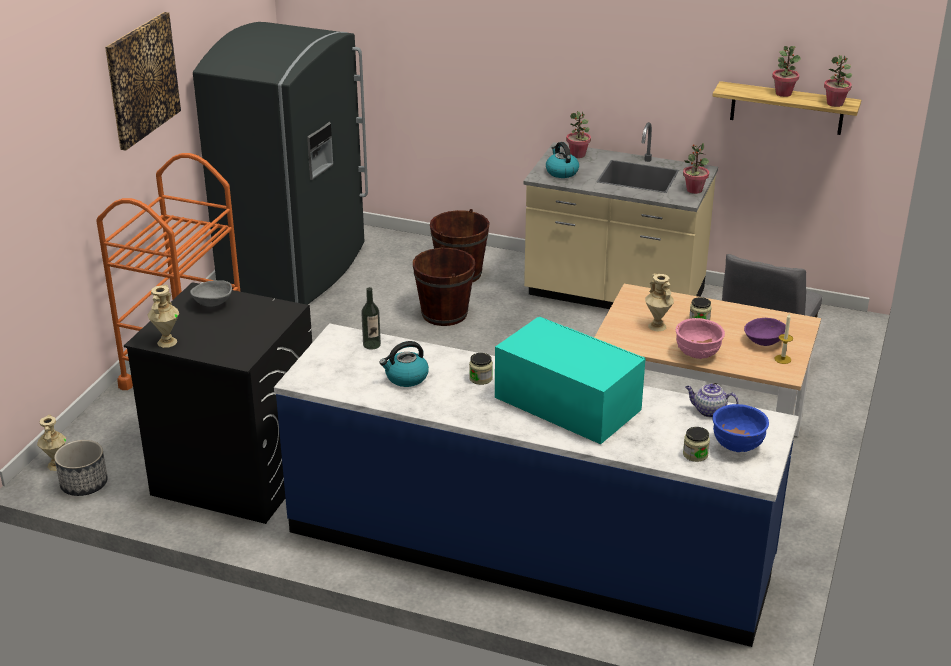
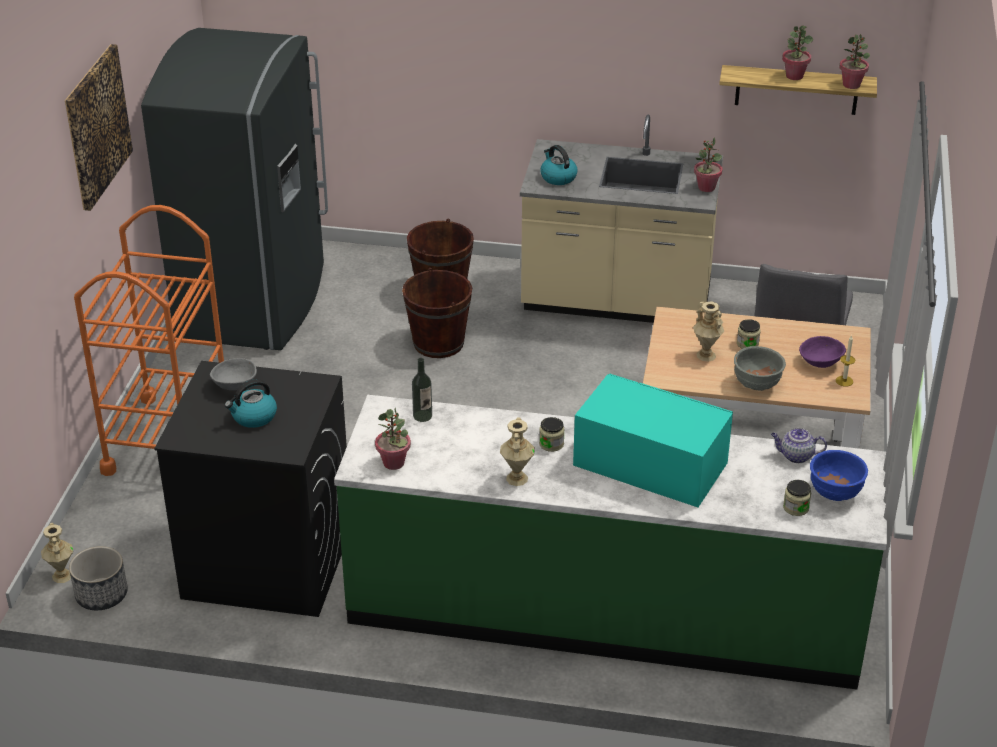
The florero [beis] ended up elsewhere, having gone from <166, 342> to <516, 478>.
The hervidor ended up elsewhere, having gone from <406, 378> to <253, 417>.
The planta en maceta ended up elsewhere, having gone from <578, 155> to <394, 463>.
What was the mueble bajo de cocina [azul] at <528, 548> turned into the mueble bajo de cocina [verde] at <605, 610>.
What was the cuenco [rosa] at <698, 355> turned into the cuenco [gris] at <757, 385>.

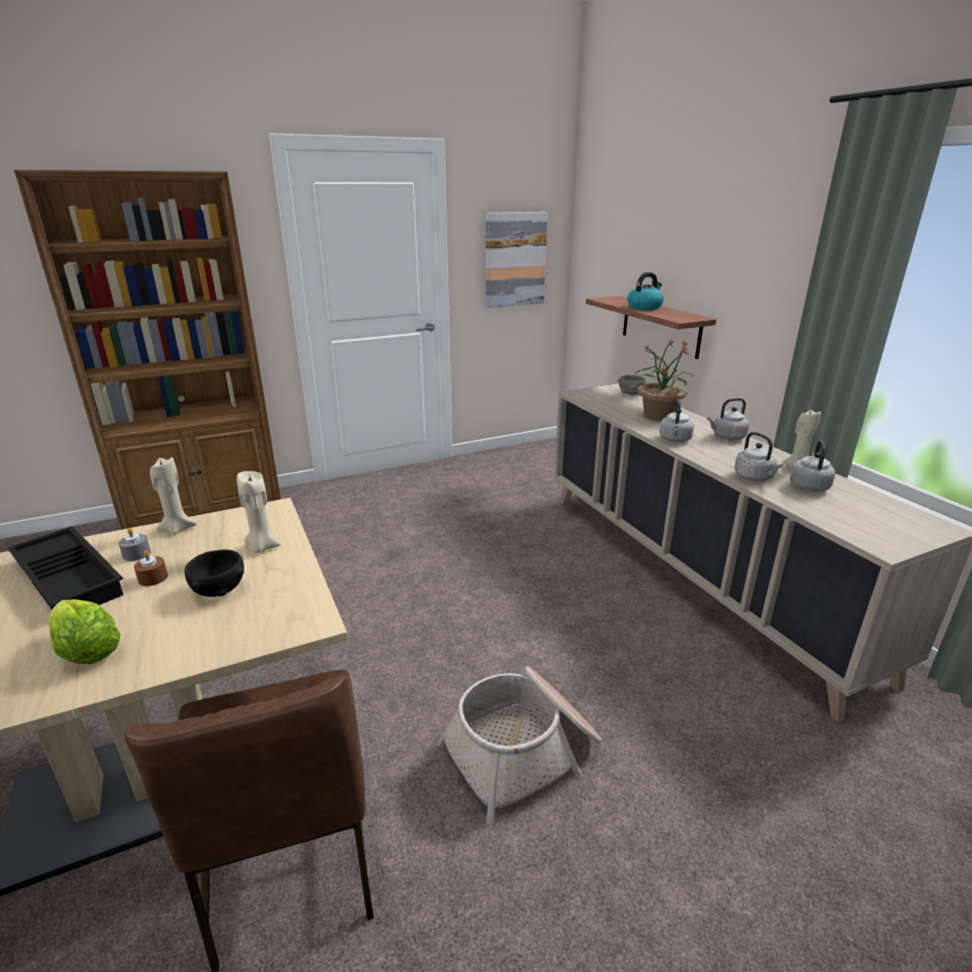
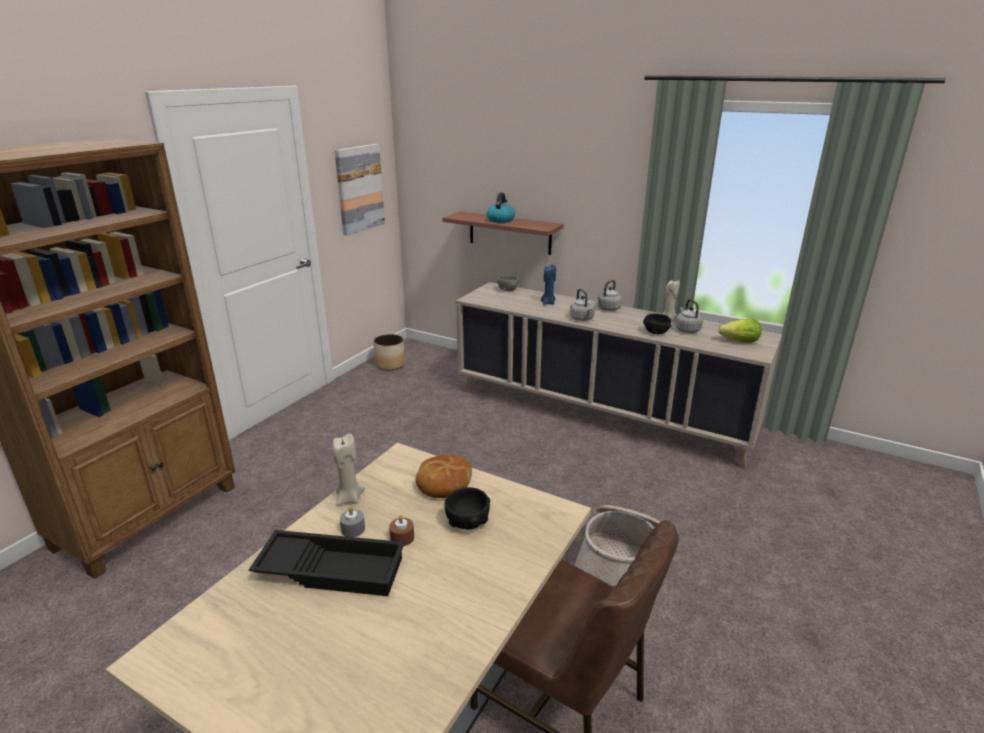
The second view gained the maceta at <390, 364>.
The lechuga ended up elsewhere, having gone from <87, 651> to <740, 342>.
Where the vela [beis] stood at <262, 547>, the pan came to stand at <444, 483>.
Where the planta en maceta stood at <658, 415>, the vela [azul] came to stand at <548, 303>.
Where the hervidor [gris] stood at <755, 478>, the cuenco [negro] came to stand at <656, 332>.

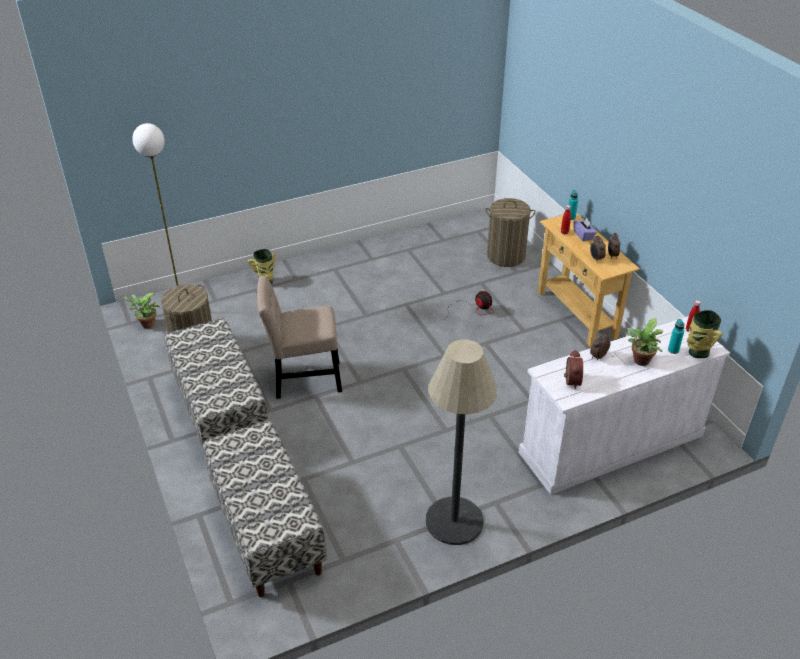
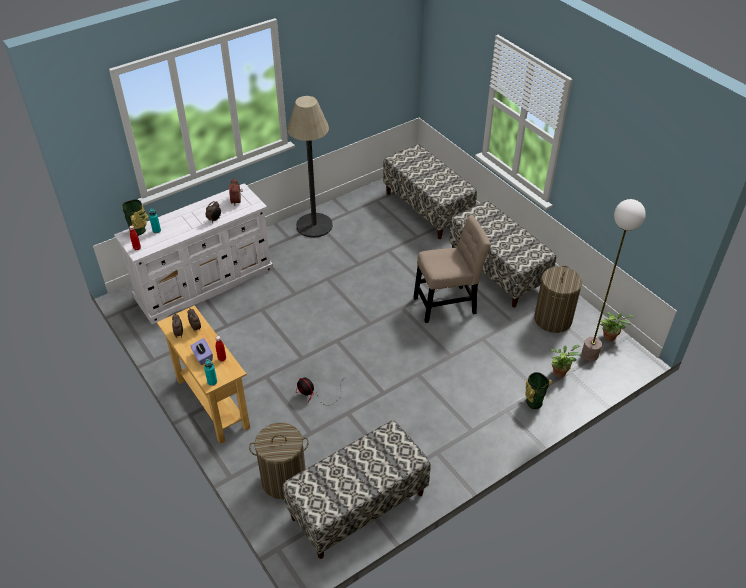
The second view gained the banco at <358, 506>.
The planta en maceta ended up elsewhere, having gone from <640, 361> to <560, 371>.

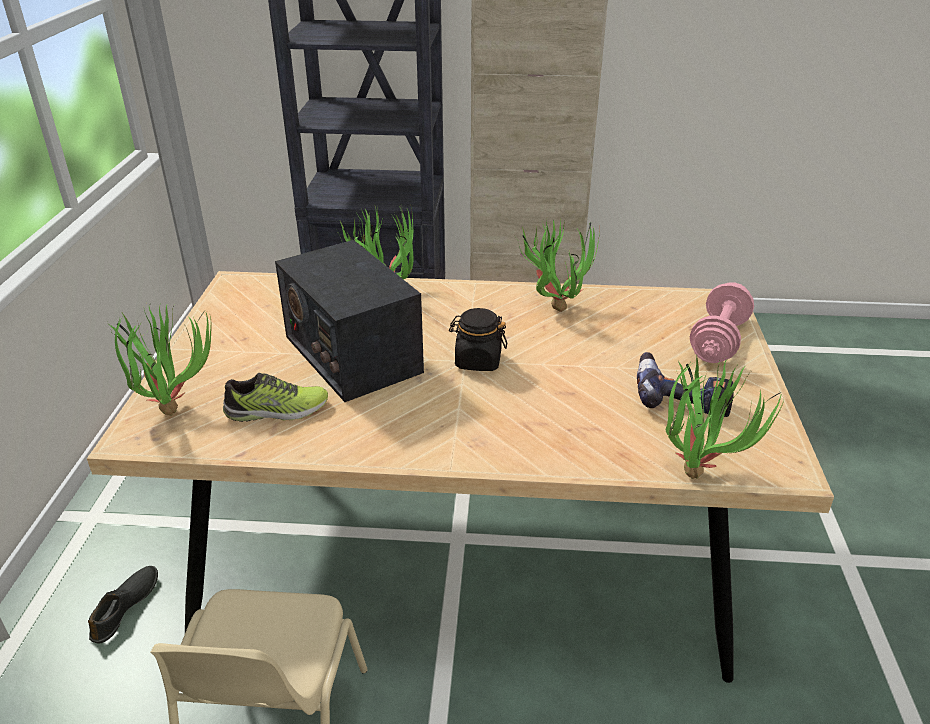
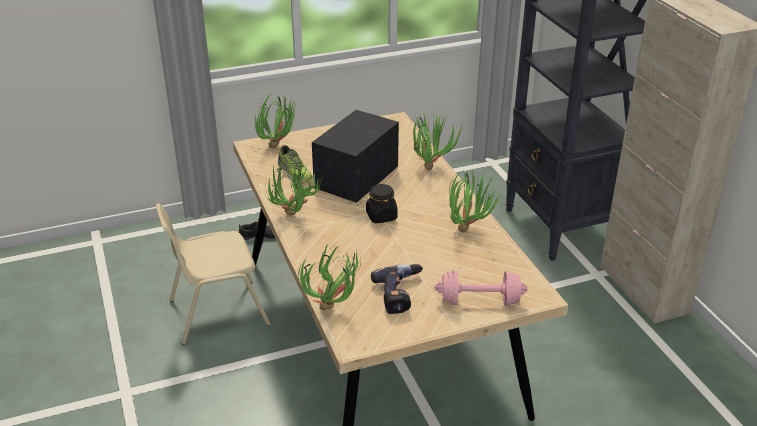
The second view gained the planta en maceta at <294, 218>.

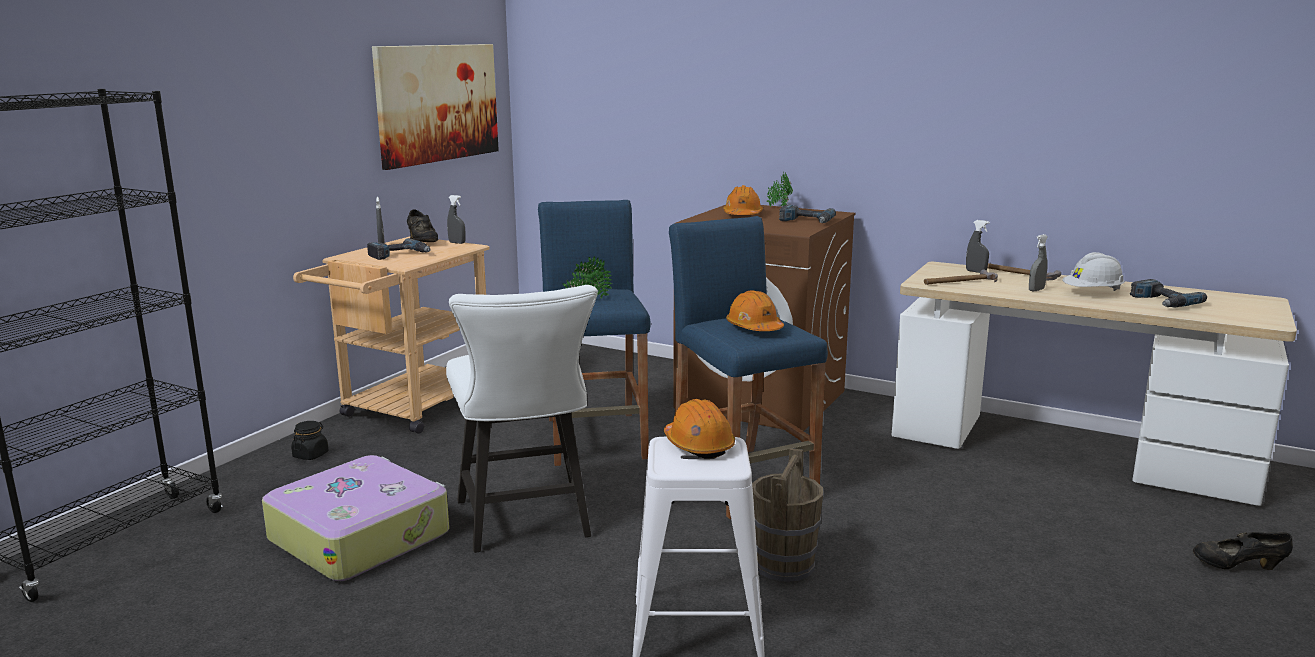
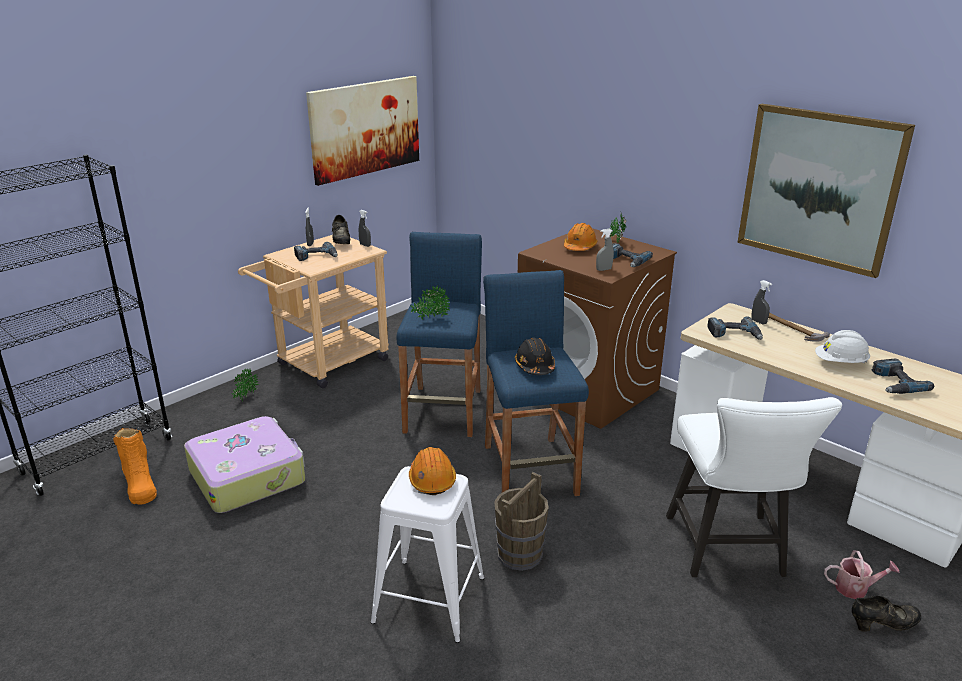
The second view gained the bota [naranja] at <140, 485>.
The second view gained the cuadro at <819, 188>.
The second view gained the regadera at <855, 588>.
The silla [blanco] ended up elsewhere, having gone from <526, 523> to <728, 551>.
The pulverizador [gris] ended up elsewhere, having gone from <1036, 290> to <603, 269>.
Where the tarro [negro] stood at <310, 455>, the planta en maceta came to stand at <245, 397>.
Where the martillo stood at <960, 282>, the taladro came to stand at <734, 334>.
What was the casco [naranja] at <754, 328> turned into the casco [negro] at <535, 366>.
The zapato [negro] at <1238, 567> ended up facing another way, 150 degrees clockwise from before.

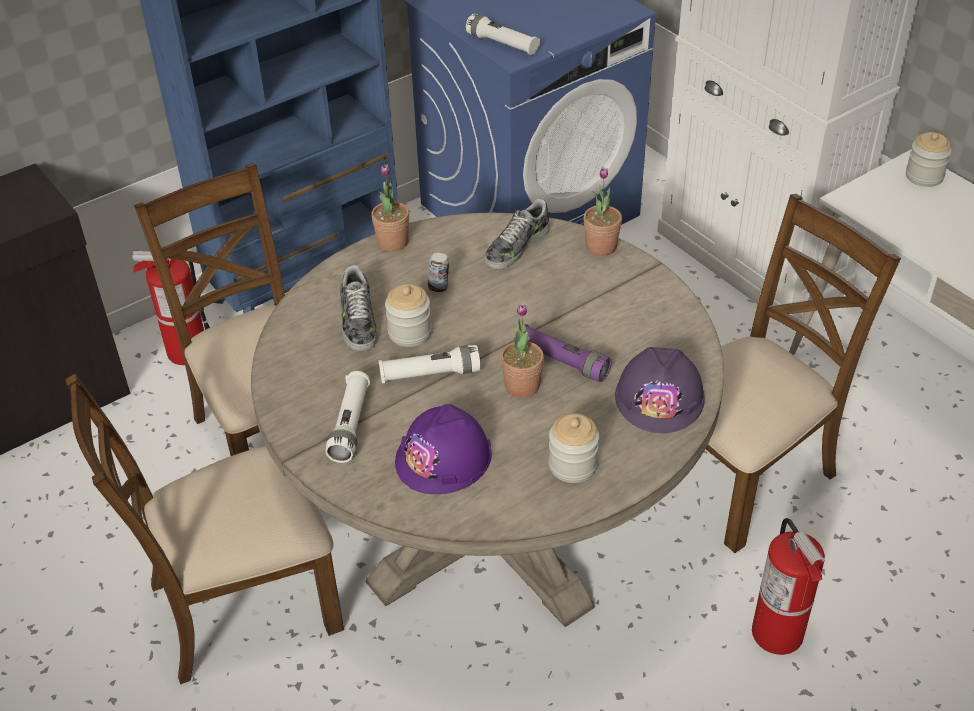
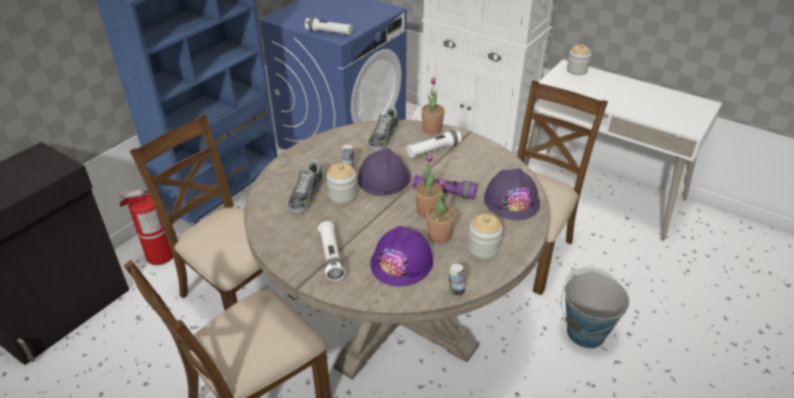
The second view gained the casco [morado] at <384, 178>.
The second view gained the lata at <456, 291>.
The planta en maceta ended up elsewhere, having gone from <392, 242> to <439, 235>.
The linterna [blanco] ended up elsewhere, having gone from <430, 374> to <433, 150>.
Where the extintor stood at <778, 634>, the cubo came to stand at <586, 333>.
The zapato at <358, 321> ended up facing another way, 45 degrees clockwise from before.

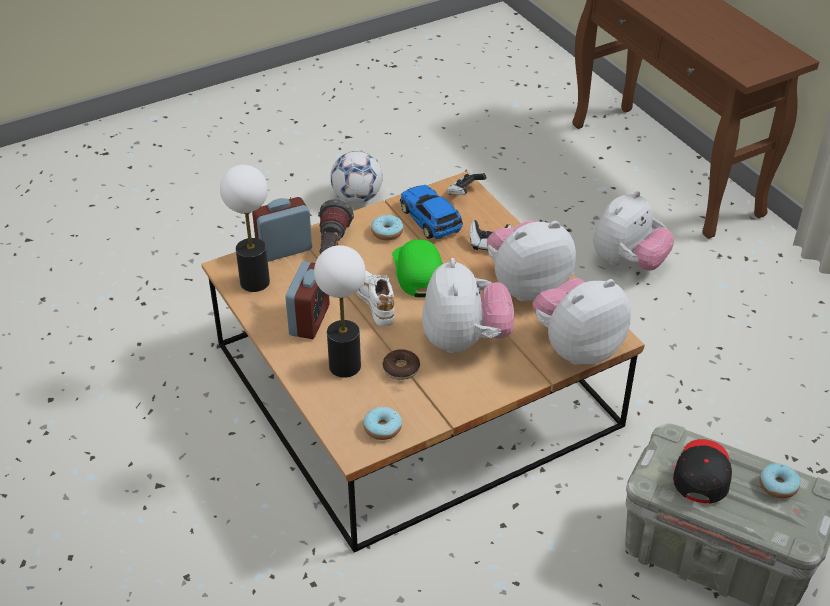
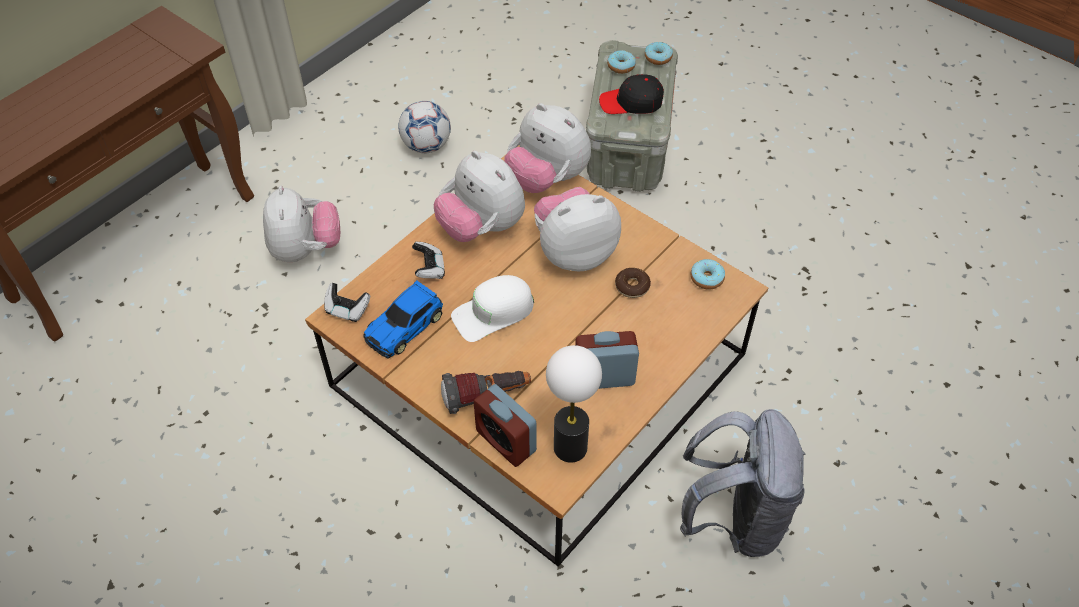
The second view lost the lámpara de mesa at <344, 366>.
The second view lost the zapato [blanco] at <375, 303>.
The second view gained the mochila [gris] at <734, 518>.
The balón de fútbol ended up elsewhere, having gone from <357, 198> to <426, 146>.
The rosquilla ended up elsewhere, having gone from <387, 232> to <658, 58>.
What was the gorra [verde] at <418, 271> turned into the gorra [blanco] at <493, 313>.
The peluche at <628, 262> ended up facing another way, 60 degrees clockwise from before.

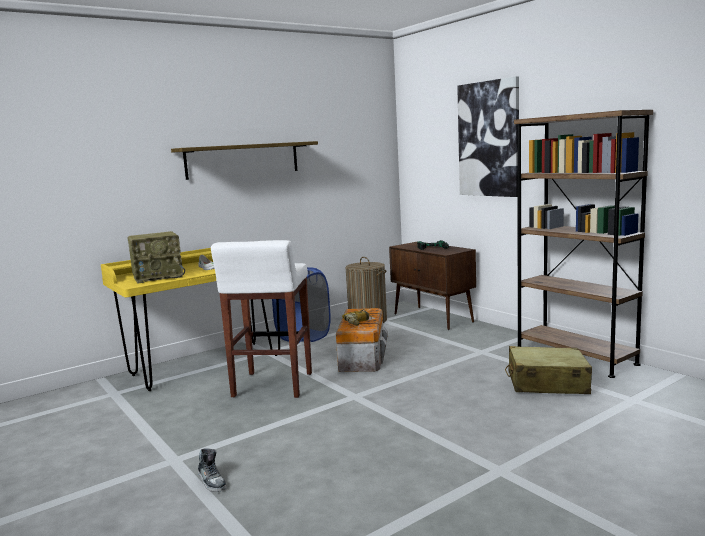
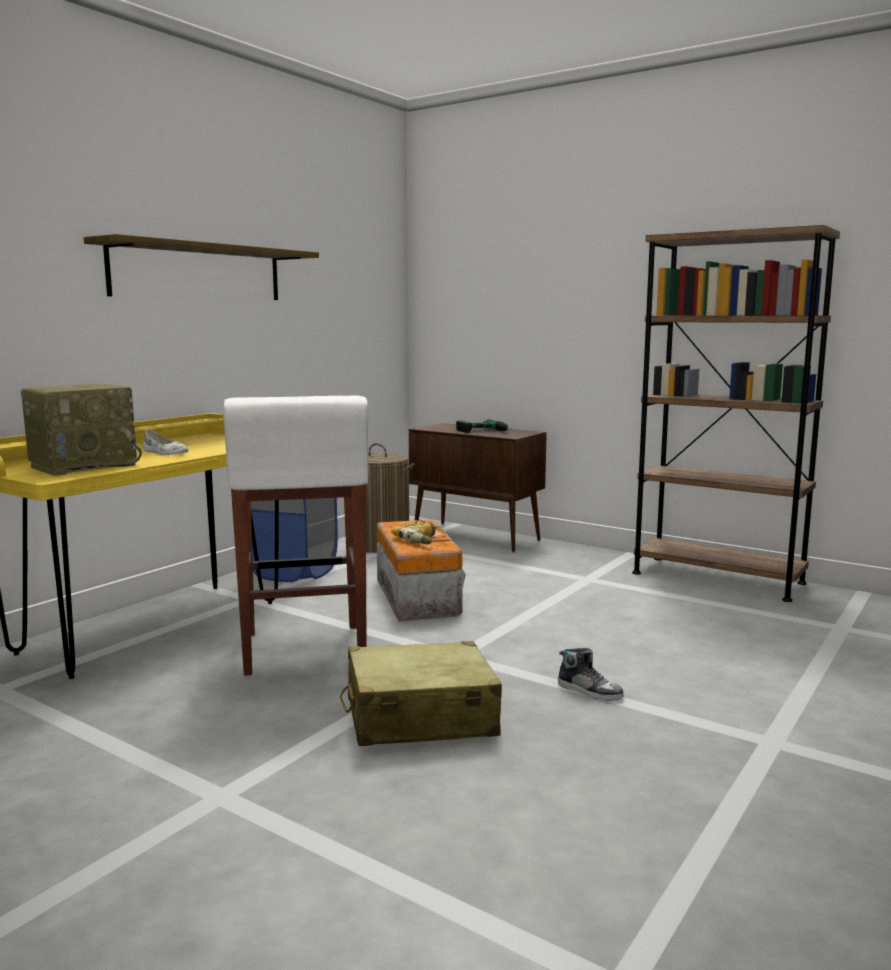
The second view lost the cuadro at <489, 139>.
The zapato ended up elsewhere, having gone from <212, 481> to <589, 691>.
The maleta [beis] ended up elsewhere, having gone from <547, 383> to <419, 717>.

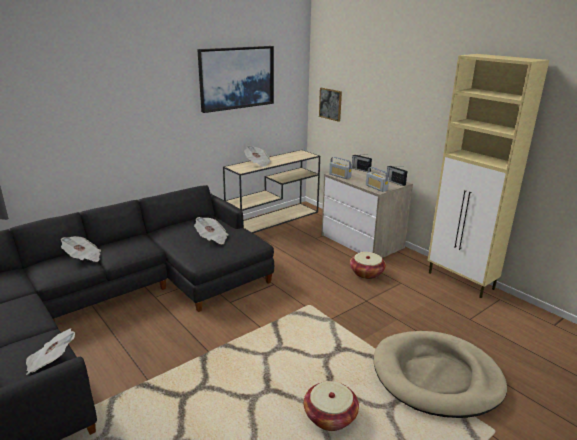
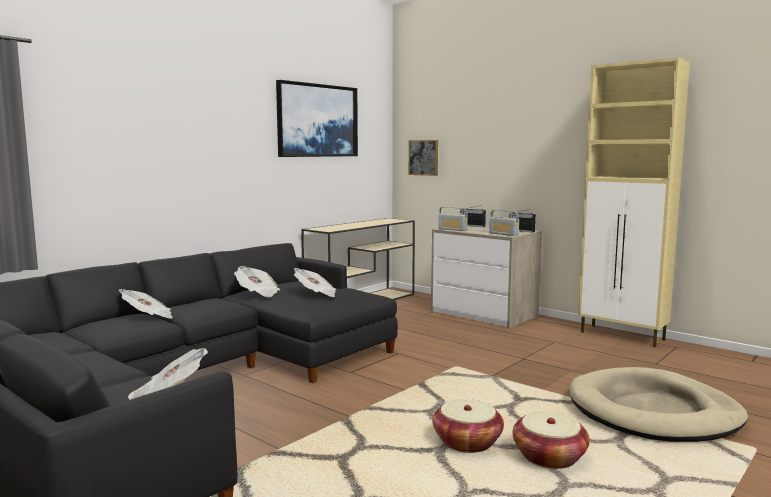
The periódico ended up elsewhere, having gone from <257, 163> to <257, 293>.
The cesta ended up elsewhere, having gone from <366, 273> to <467, 442>.

